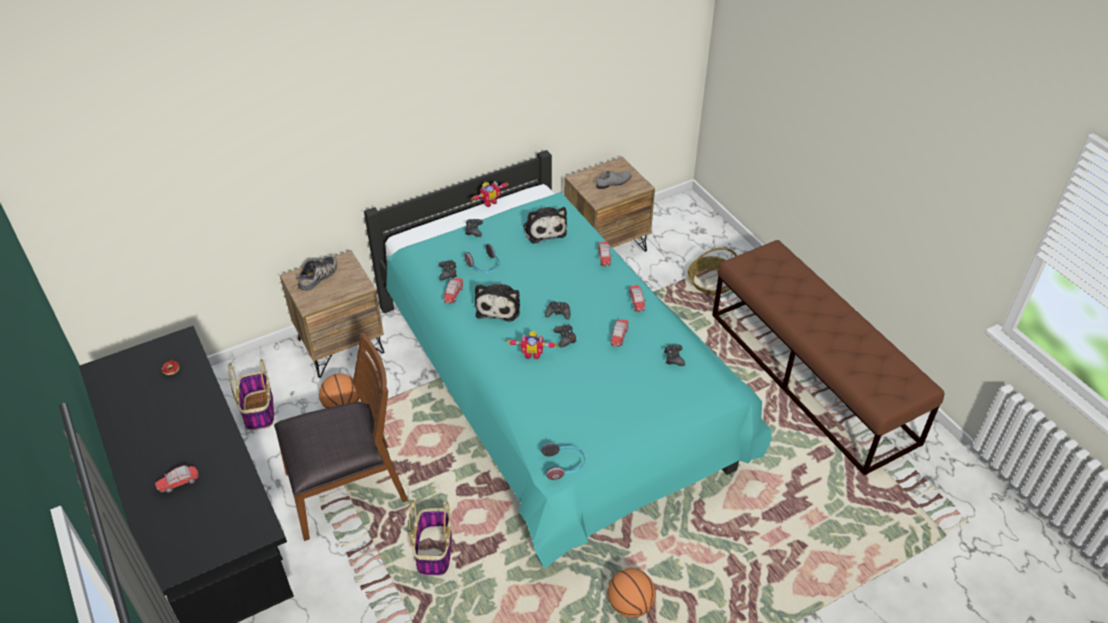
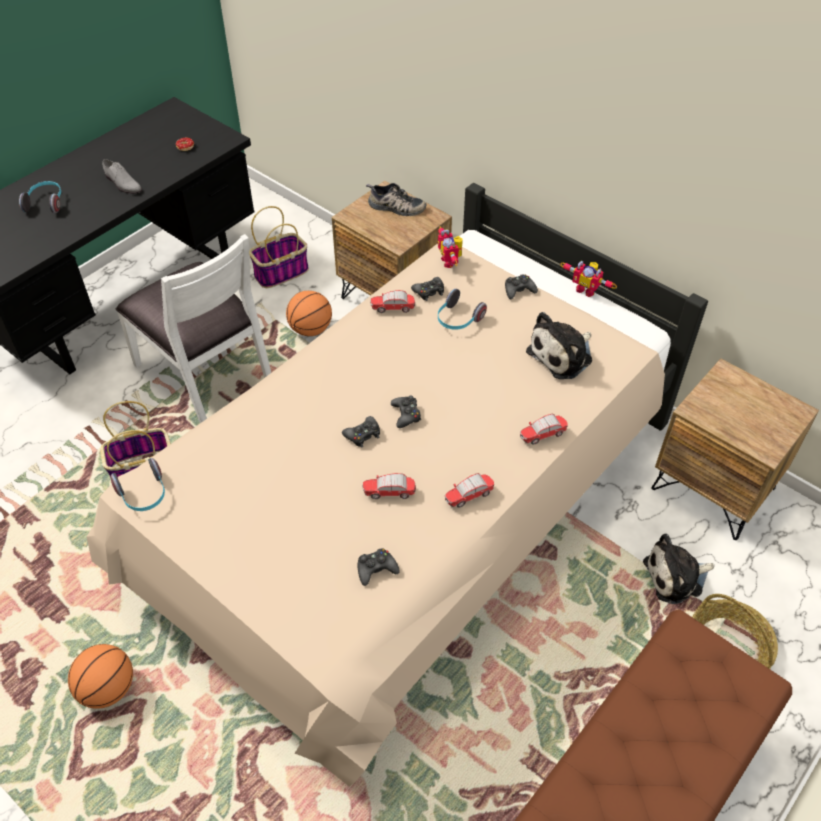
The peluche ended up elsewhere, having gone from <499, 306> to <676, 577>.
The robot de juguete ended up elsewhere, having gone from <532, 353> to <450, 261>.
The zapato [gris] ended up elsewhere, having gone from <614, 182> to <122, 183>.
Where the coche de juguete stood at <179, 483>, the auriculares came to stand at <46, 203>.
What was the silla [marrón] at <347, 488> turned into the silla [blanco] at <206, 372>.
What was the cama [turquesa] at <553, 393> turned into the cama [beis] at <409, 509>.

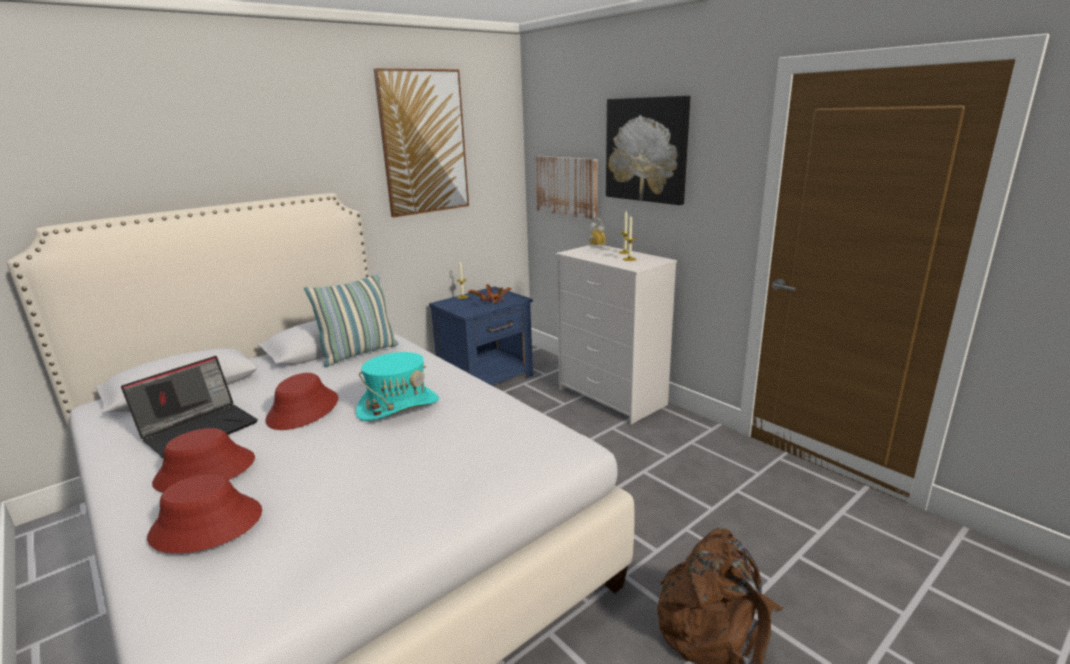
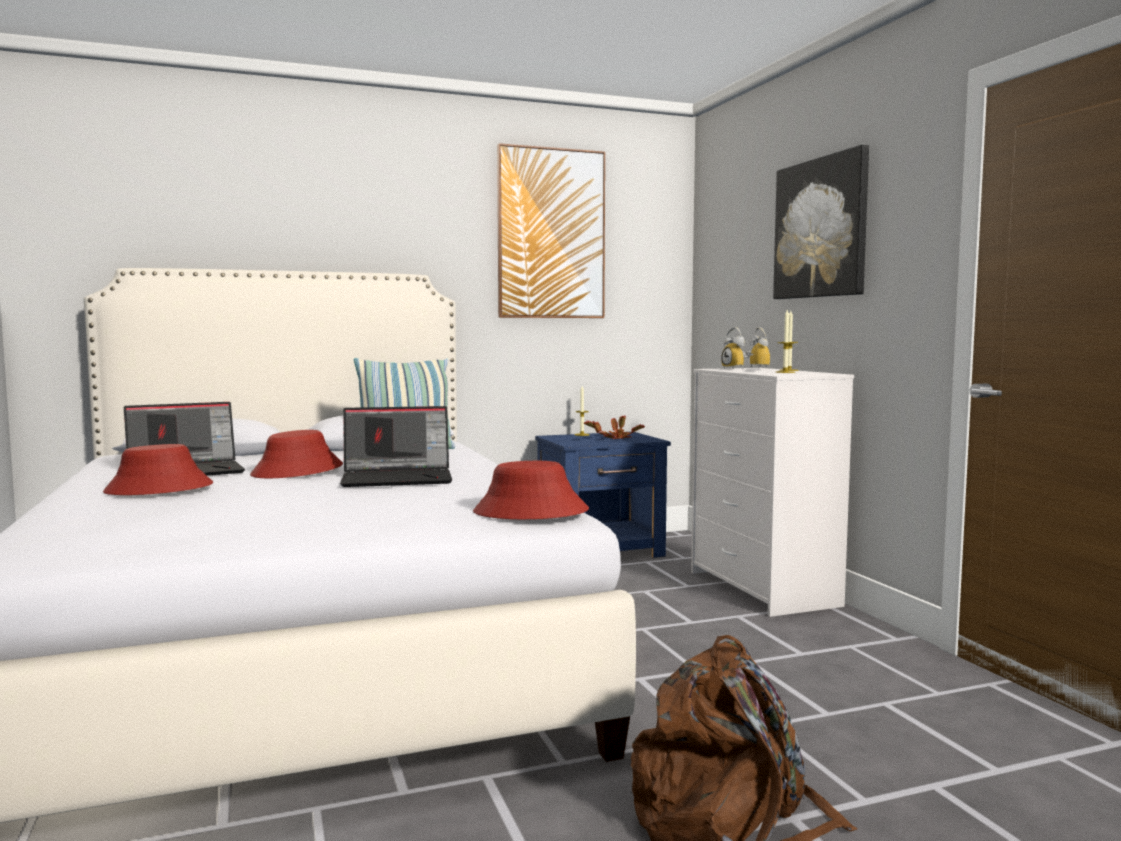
The second view lost the cuadro at <567, 186>.
The second view gained the despertador at <736, 369>.
The sombrero [rojo] ended up elsewhere, having gone from <206, 525> to <530, 512>.
Where the sombrero [turquesa] stood at <398, 406>, the portátil came to stand at <399, 478>.

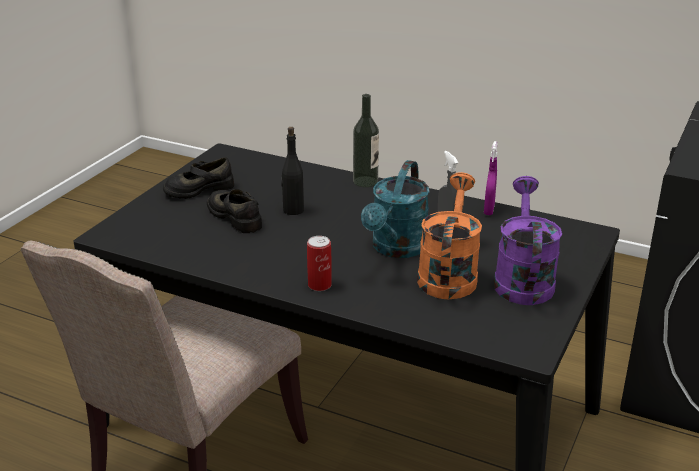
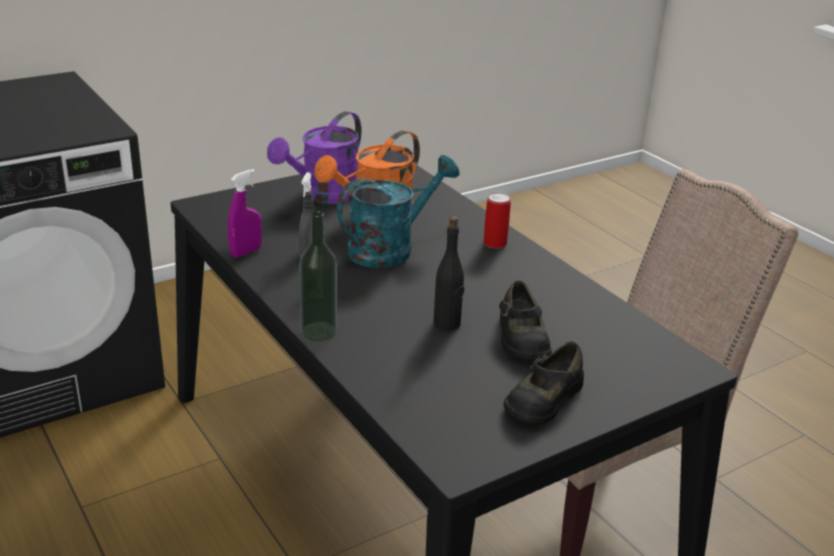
The zapato [negro] at <198, 189> ended up facing another way, 120 degrees clockwise from before.

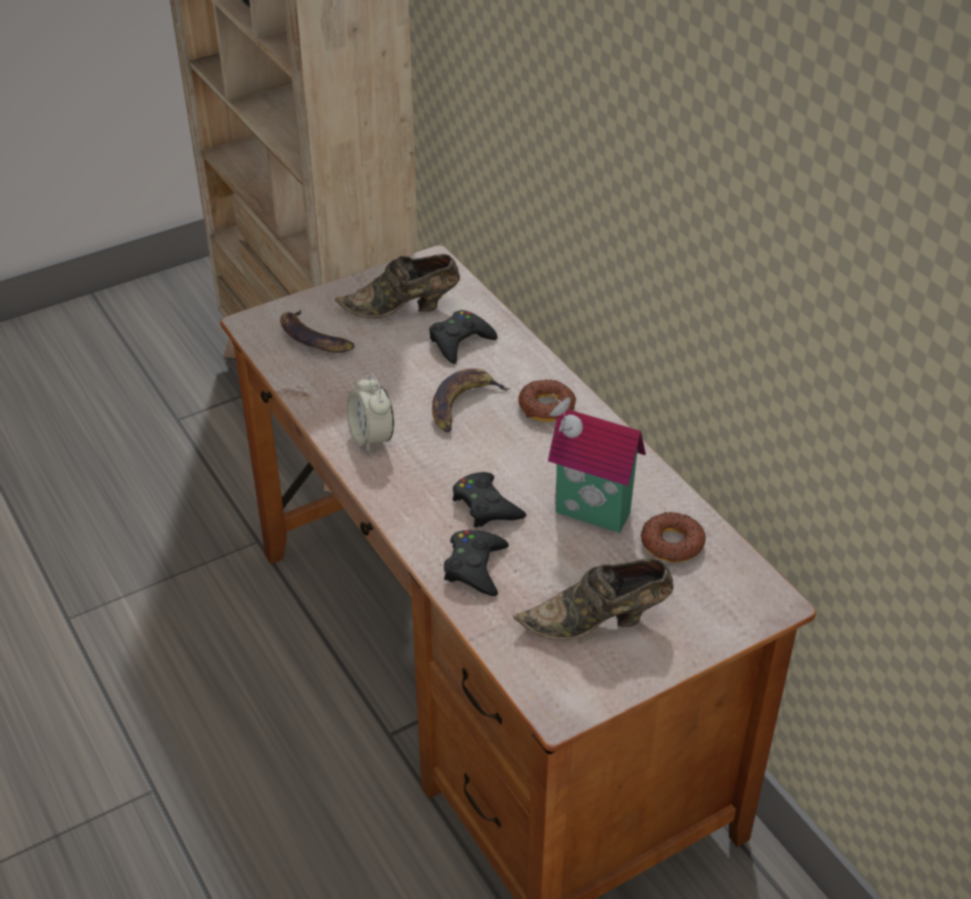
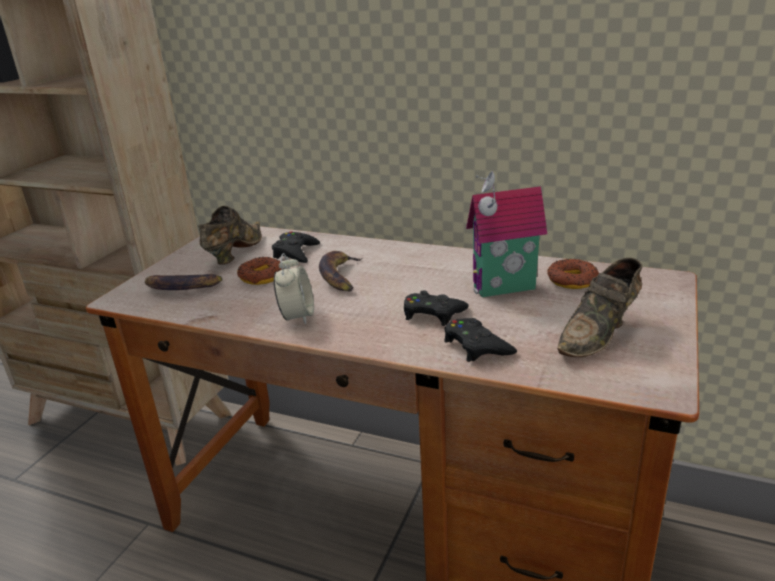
The rosquilla ended up elsewhere, having gone from <546, 407> to <262, 276>.
The zapato [marrón] at <403, 308> ended up facing another way, 150 degrees clockwise from before.
The despertador at <371, 438> ended up facing another way, 120 degrees counterclockwise from before.

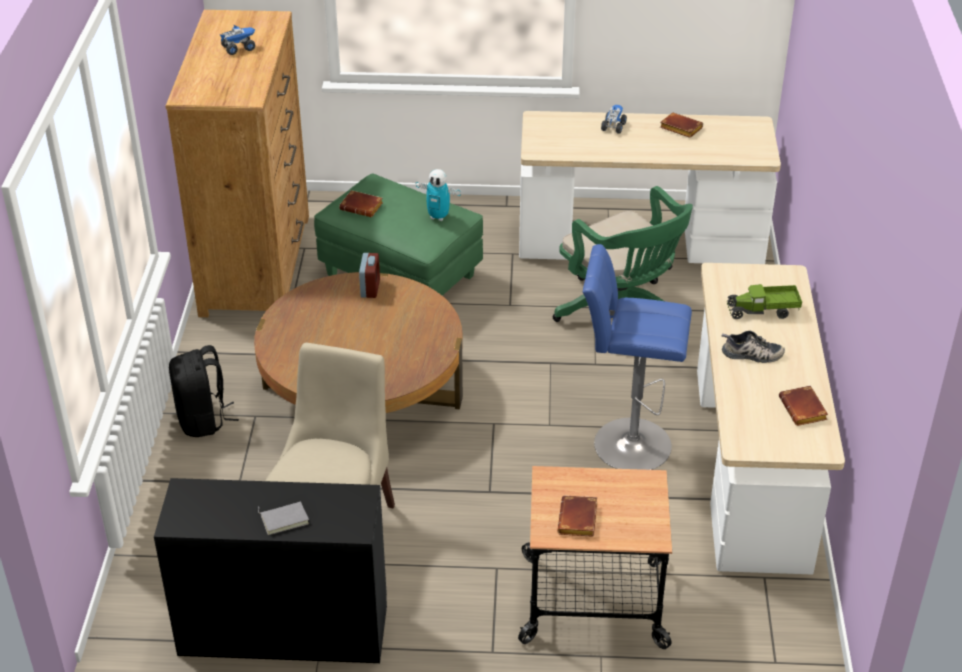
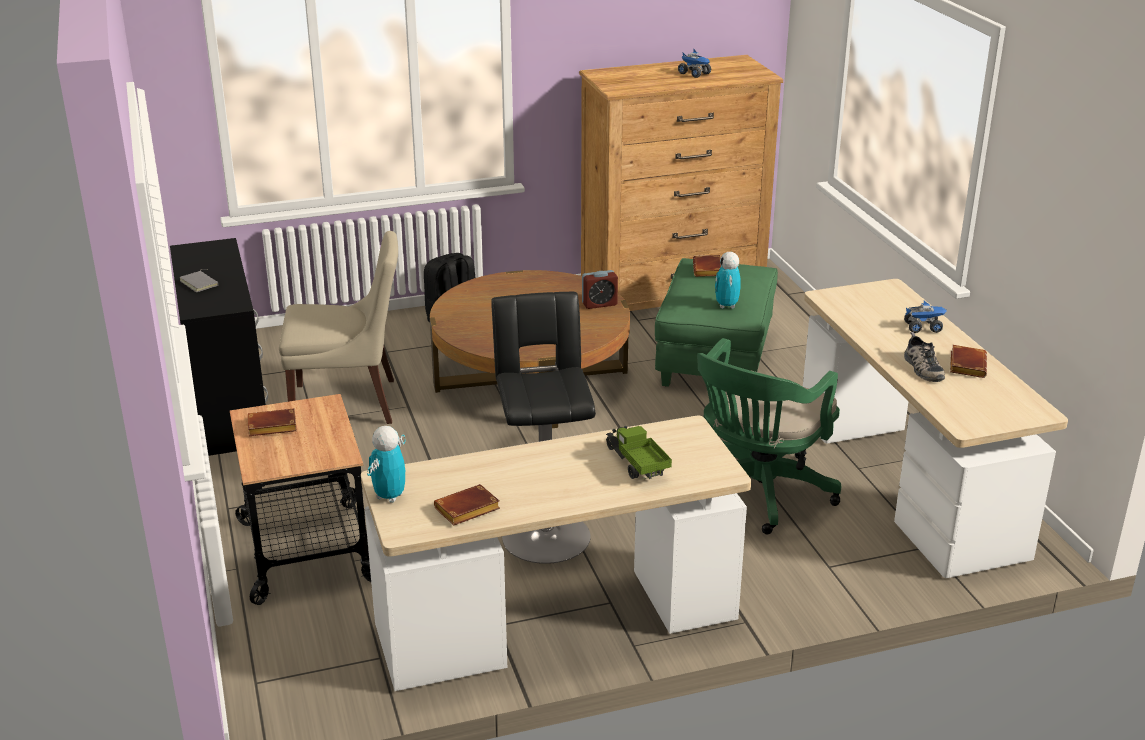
The second view gained the robot de juguete at <389, 496>.
The zapato ended up elsewhere, having gone from <751, 355> to <922, 367>.
What was the taburete [azul] at <626, 444> turned into the taburete [negro] at <545, 533>.

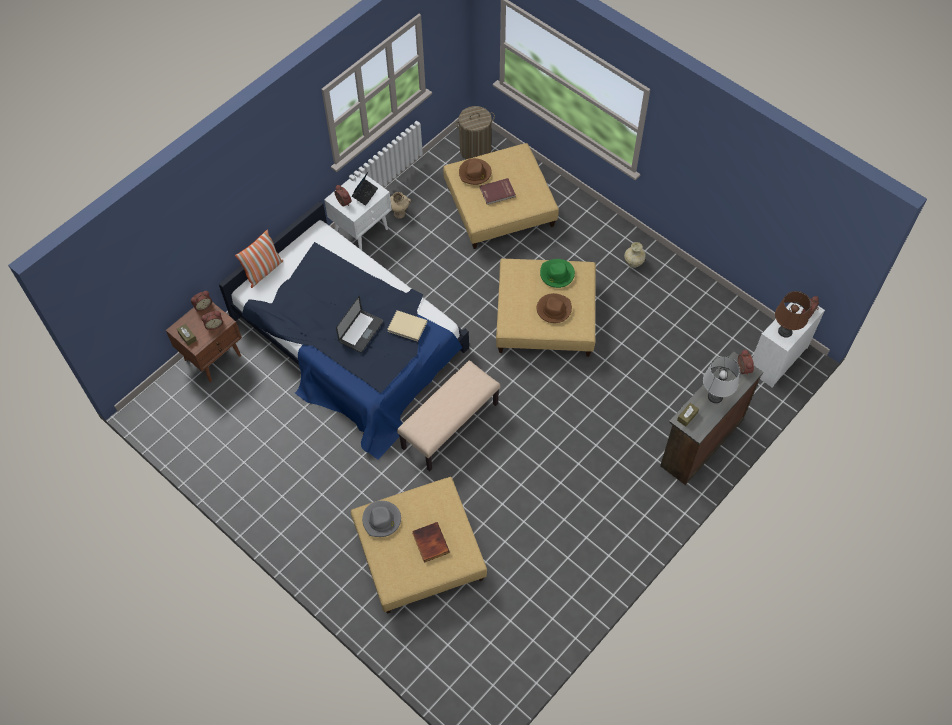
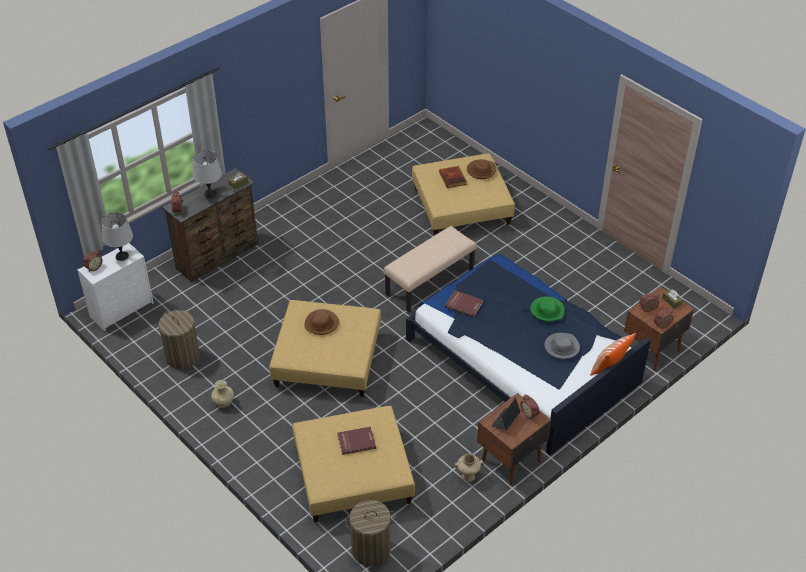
The second view lost the portátil at <361, 331>.
The second view gained the cesto de la ropa at <182, 357>.
The sombrero [gris] ended up elsewhere, having gone from <382, 520> to <561, 347>.
The sombrero [marrón] ended up elsewhere, having gone from <475, 173> to <481, 170>.
The sombrero [verde] ended up elsewhere, having gone from <557, 274> to <547, 310>.
What was the mesita de noche [blanco] at <362, 230> turned into the mesita de noche [marrón] at <510, 461>.
What was the libro [beis] at <407, 327> turned into the libro [rojo] at <464, 304>.
What was the lámpara de mesa [marrón] at <785, 331> turned into the lámpara de mesa [gris] at <122, 256>.

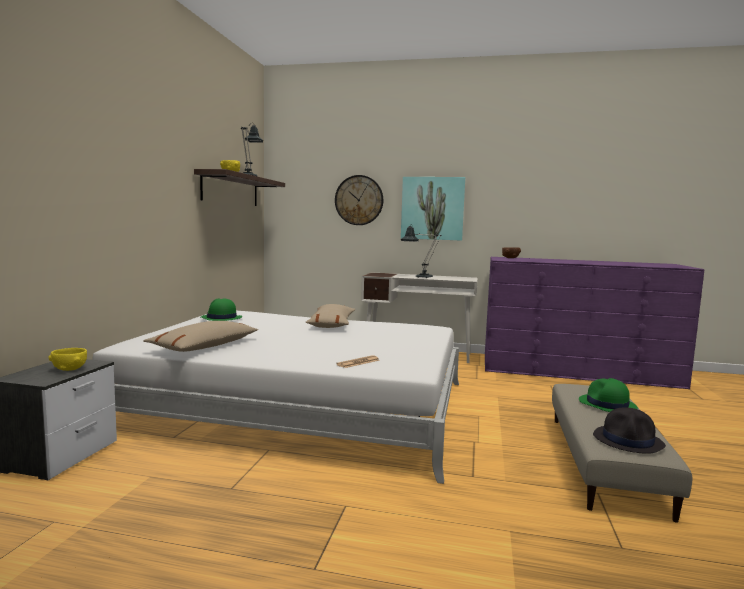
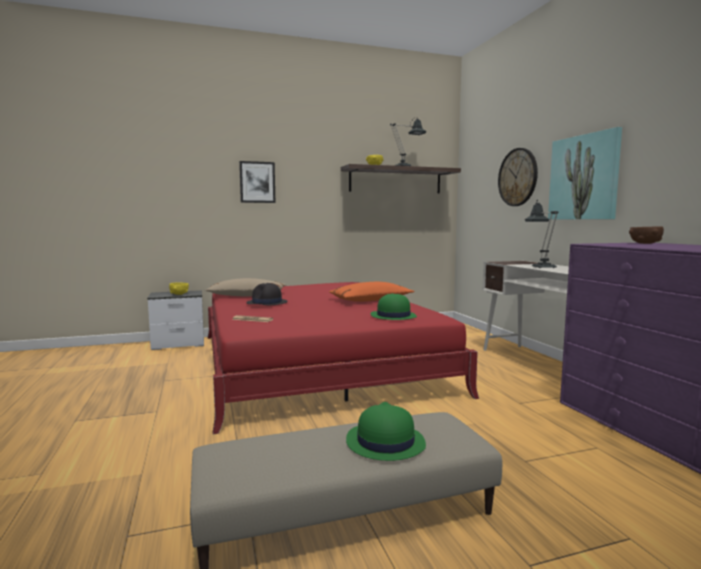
The second view gained the cuadro at <257, 182>.
The sombrero [verde] ended up elsewhere, having gone from <221, 318> to <393, 316>.
The sombrero [negro] ended up elsewhere, having gone from <628, 440> to <267, 303>.
What was the cama [blanco] at <298, 405> turned into the cama [rojo] at <315, 362>.
What was the cojín [beis] at <331, 324> turned into the cojín [naranja] at <370, 300>.

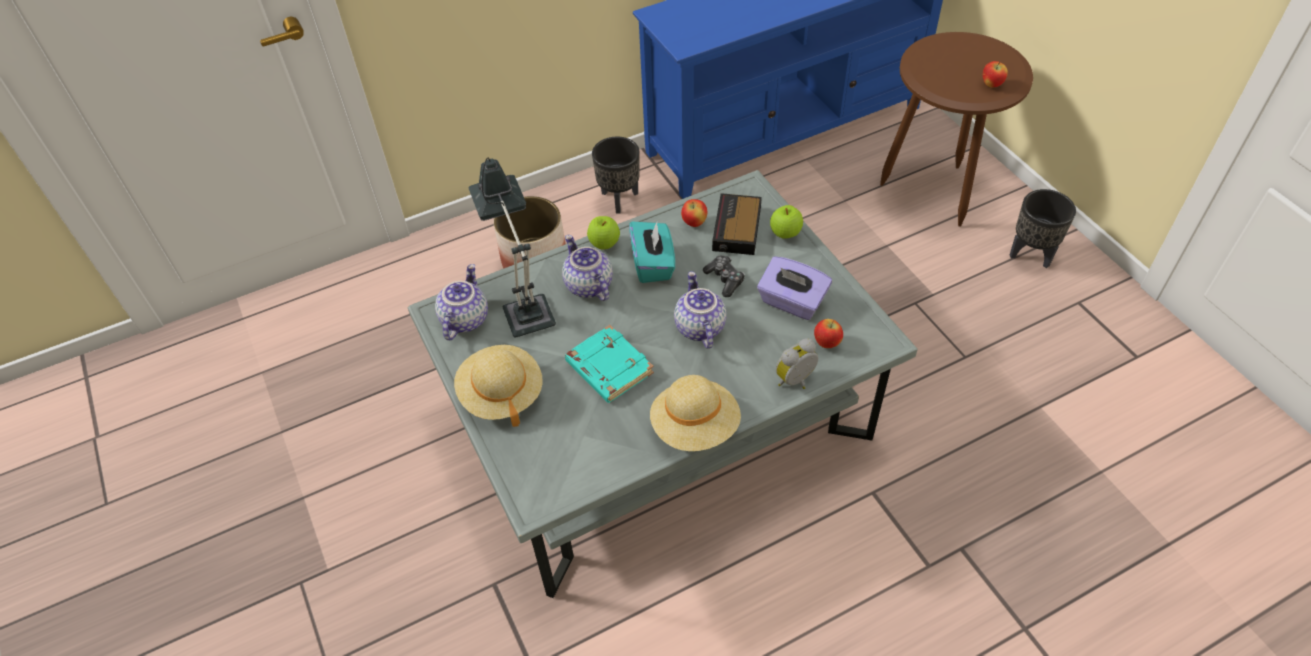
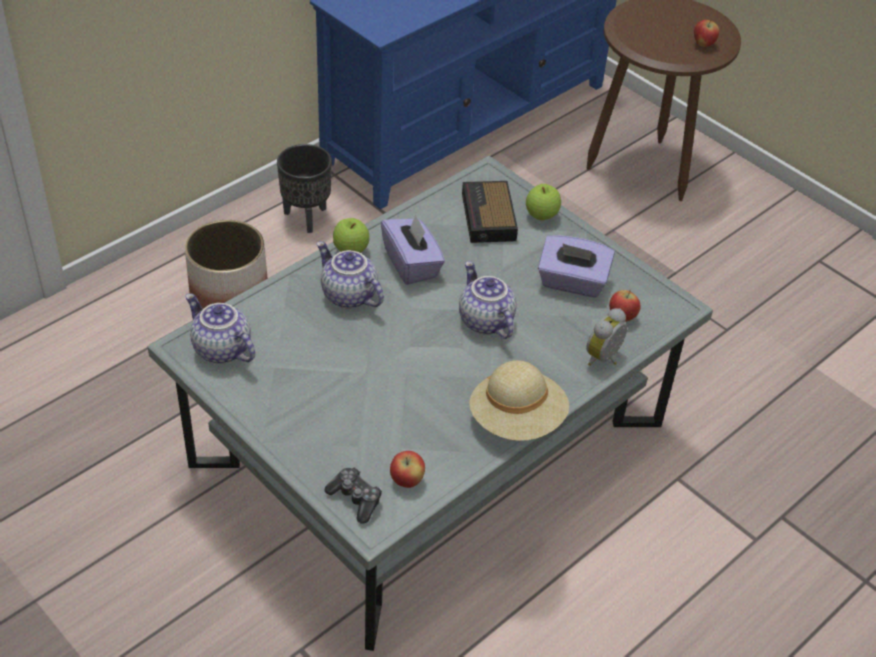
The second view lost the sombrero [beis] at <501, 394>.
The second view lost the lámpara de mesa at <525, 308>.
The second view lost the libro [turquesa] at <608, 368>.
The second view lost the maceta [negro] at <1031, 254>.
The manzana ended up elsewhere, having gone from <694, 223> to <407, 481>.
The mando de consola ended up elsewhere, having gone from <724, 279> to <355, 499>.
What was the caja de pañuelos [turquesa] at <653, 264> turned into the caja de pañuelos [morado] at <412, 264>.
The tetera at <464, 319> ended up facing another way, 45 degrees counterclockwise from before.

